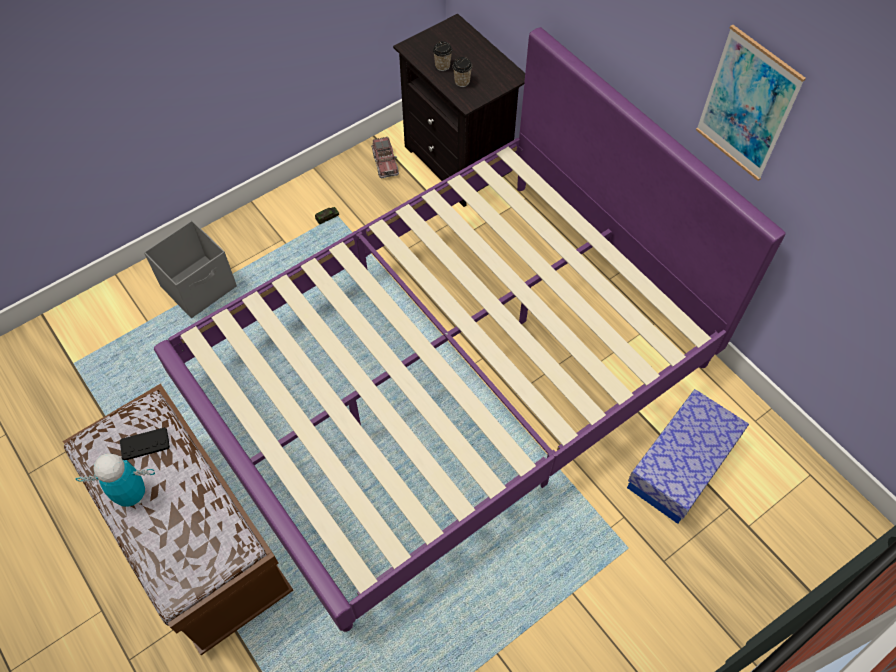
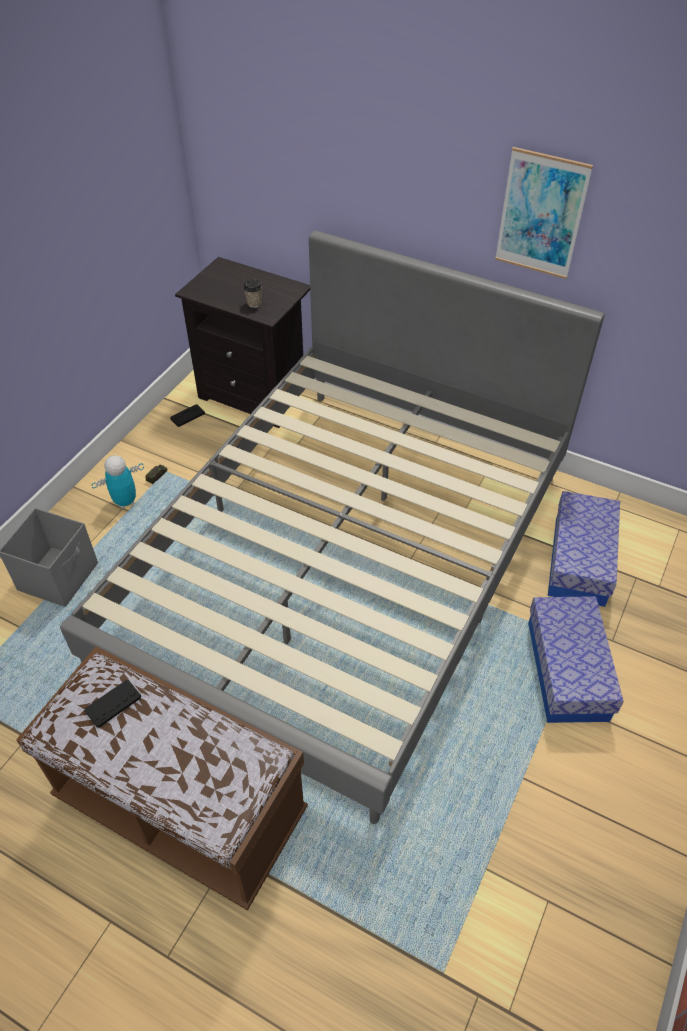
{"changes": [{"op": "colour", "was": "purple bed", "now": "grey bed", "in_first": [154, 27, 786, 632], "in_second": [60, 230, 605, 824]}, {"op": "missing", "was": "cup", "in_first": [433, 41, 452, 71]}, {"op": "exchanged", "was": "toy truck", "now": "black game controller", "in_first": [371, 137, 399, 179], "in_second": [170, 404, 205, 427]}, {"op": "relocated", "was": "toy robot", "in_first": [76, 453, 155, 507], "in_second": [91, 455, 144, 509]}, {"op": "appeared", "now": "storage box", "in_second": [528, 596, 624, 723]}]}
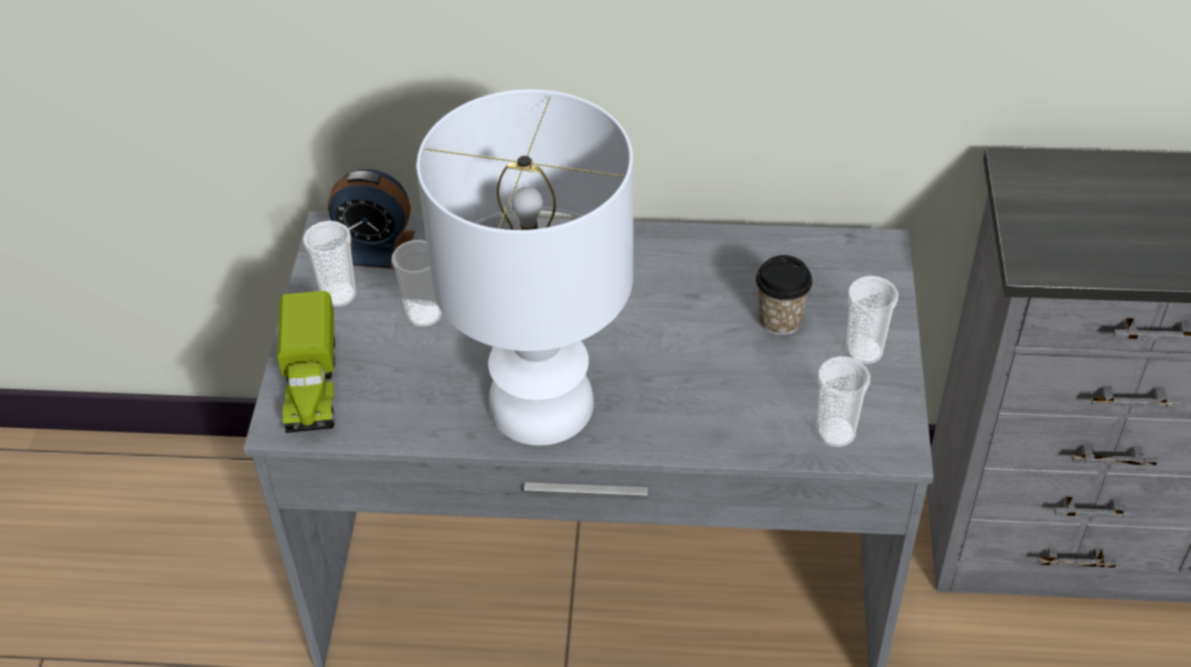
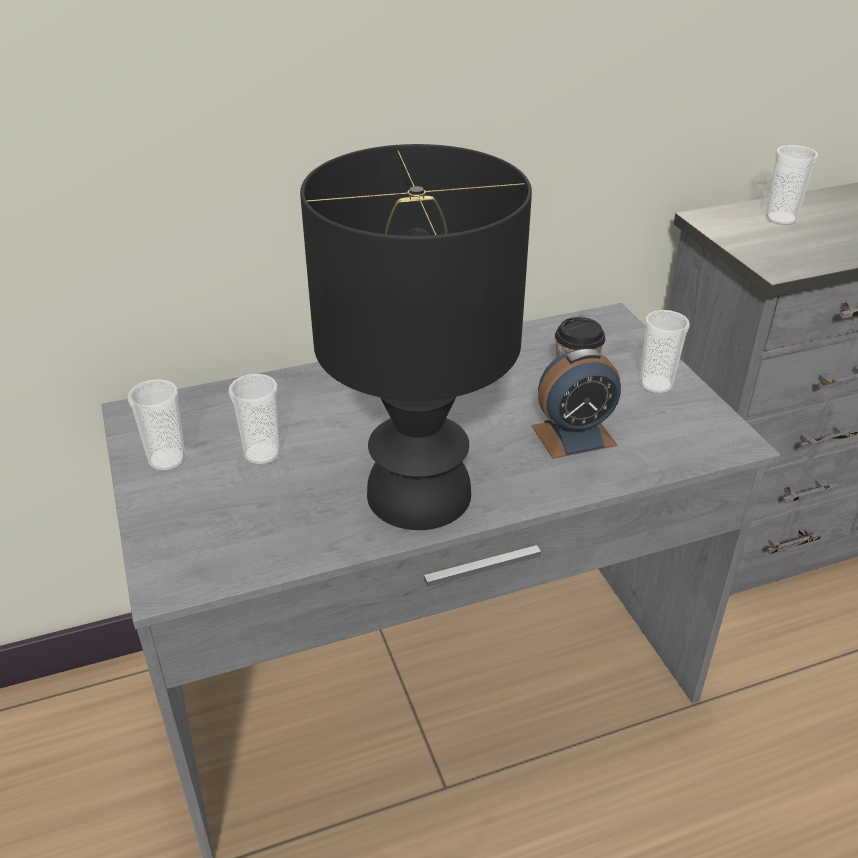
{"changes": [{"op": "colour", "was": "white table lamp", "now": "black table lamp", "in_first": [416, 89, 633, 446], "in_second": [300, 144, 532, 530]}, {"op": "relocated", "was": "alarm clock", "in_first": [328, 169, 415, 269], "in_second": [532, 349, 621, 459]}, {"op": "missing", "was": "toy truck", "in_first": [277, 291, 335, 433]}, {"op": "relocated", "was": "cup", "in_first": [817, 356, 870, 448], "in_second": [766, 145, 818, 225]}]}
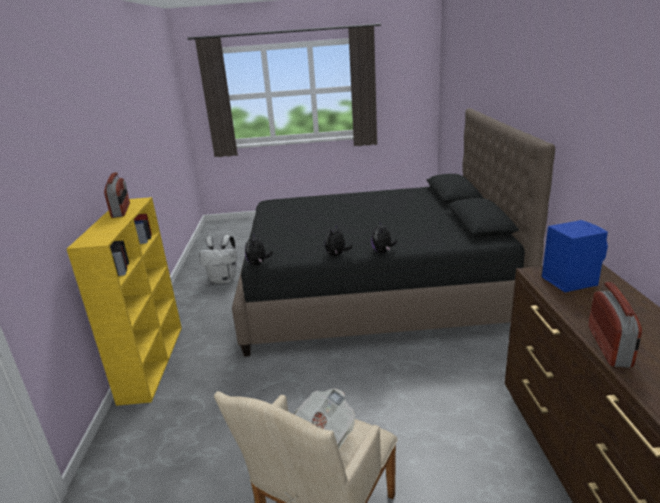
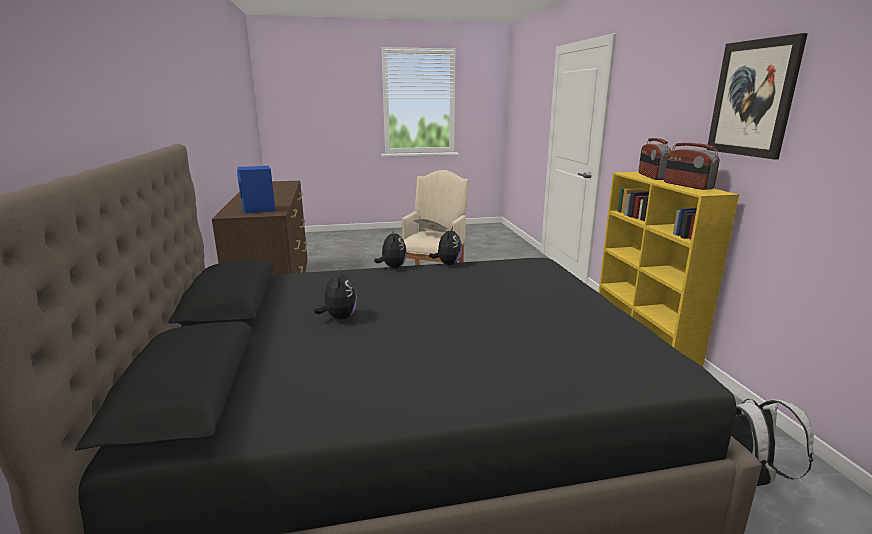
{"changes": [{"op": "relocated", "was": "plush toy", "in_first": [245, 233, 273, 265], "in_second": [314, 267, 357, 320]}, {"op": "relocated", "was": "radio", "in_first": [588, 282, 642, 368], "in_second": [638, 138, 672, 180]}, {"op": "appeared", "now": "picture", "in_second": [707, 33, 808, 159]}]}
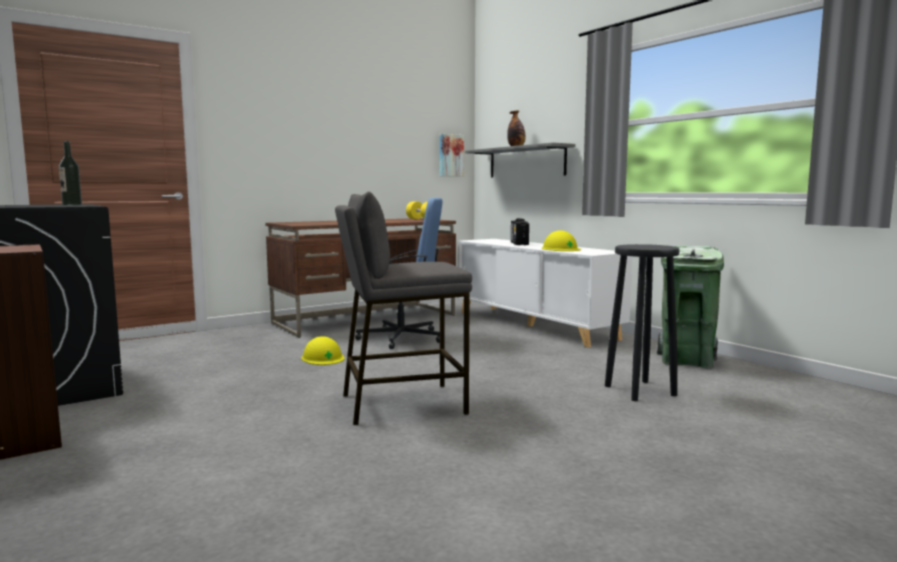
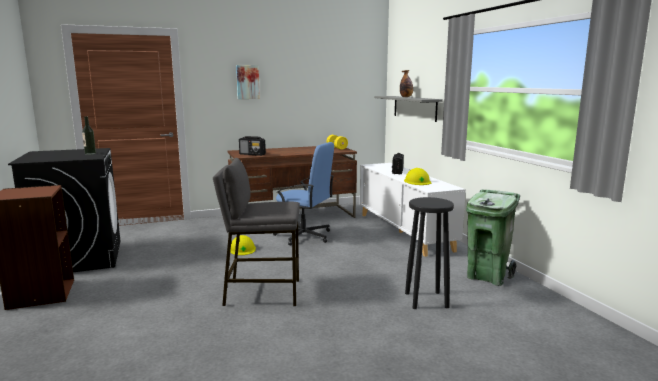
{"changes": [{"op": "relocated", "was": "picture", "in_first": [439, 134, 464, 177], "in_second": [236, 65, 260, 99]}, {"op": "appeared", "now": "radio", "in_second": [239, 136, 266, 156]}]}
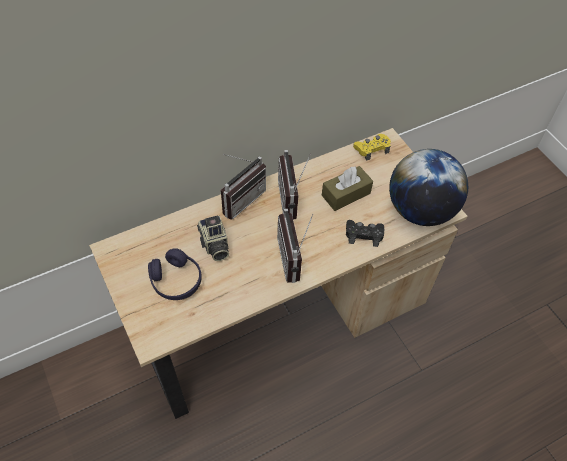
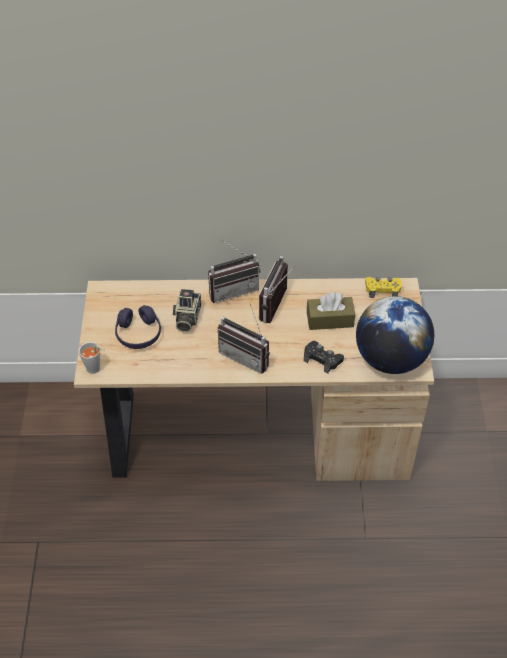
{"changes": [{"op": "spun", "was": "radio", "in_first": [277, 209, 313, 283], "in_second": [218, 303, 270, 374], "clockwise": -75}, {"op": "appeared", "now": "grey cup", "in_second": [79, 342, 105, 374]}]}
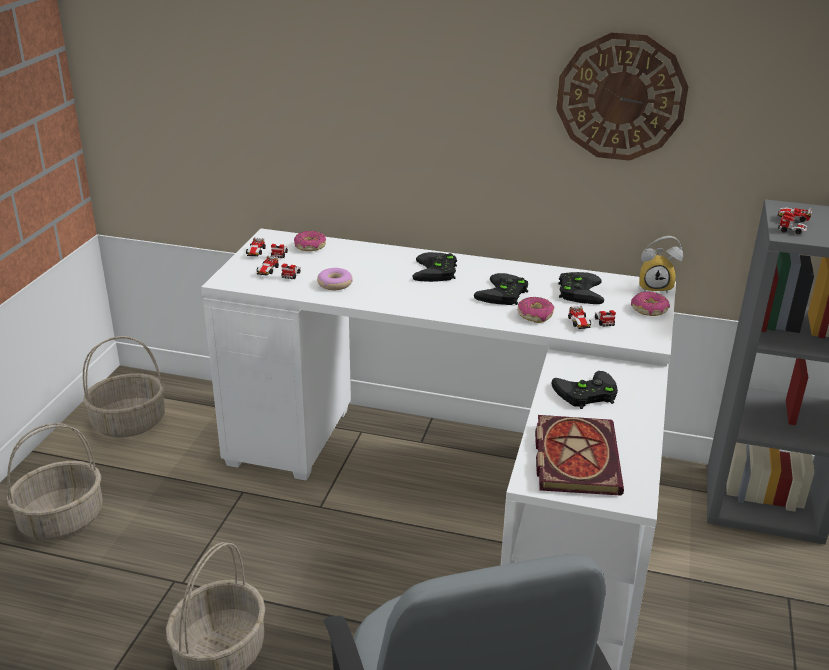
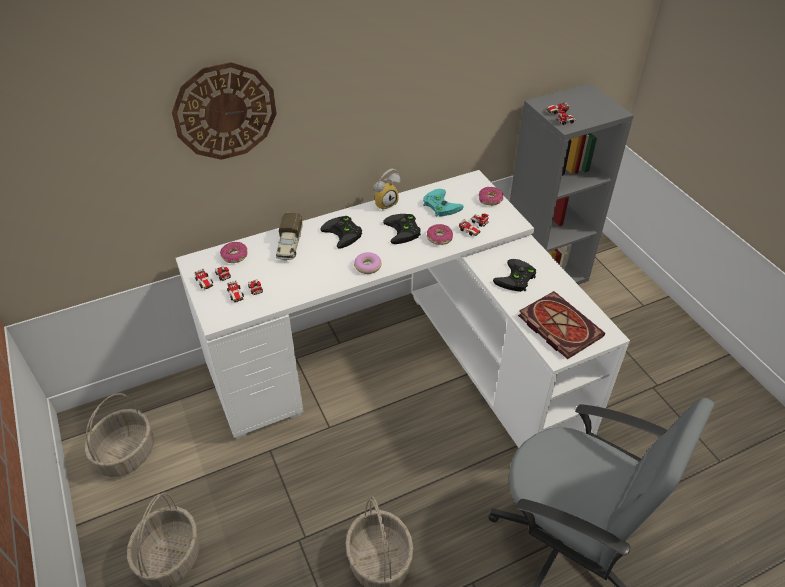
{"changes": [{"op": "relocated", "was": "wall clock", "in_first": [556, 32, 688, 161], "in_second": [172, 62, 277, 160]}, {"op": "relocated", "was": "alarm clock", "in_first": [639, 236, 683, 293], "in_second": [373, 168, 400, 210]}, {"op": "relocated", "was": "donut", "in_first": [317, 268, 352, 290], "in_second": [354, 252, 382, 274]}, {"op": "colour", "was": "black game controller", "now": "turquoise game controller", "in_first": [558, 272, 604, 304], "in_second": [423, 189, 464, 217]}, {"op": "appeared", "now": "toy truck", "in_second": [276, 213, 303, 260]}]}
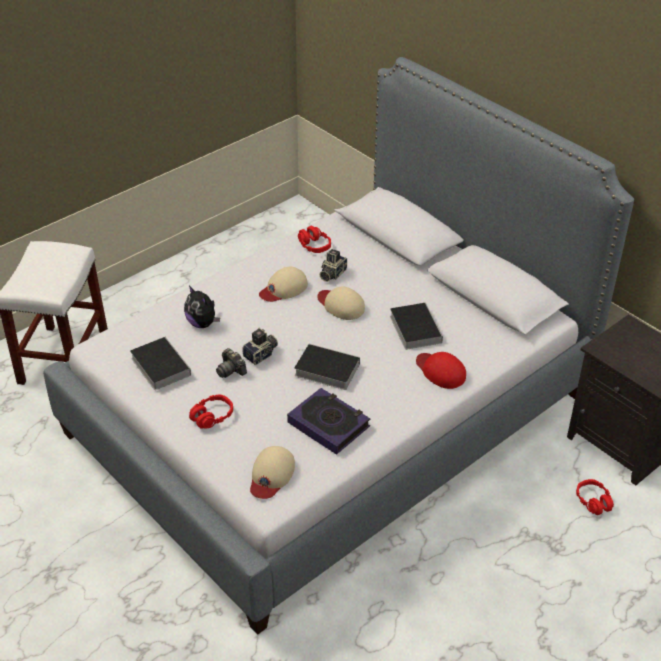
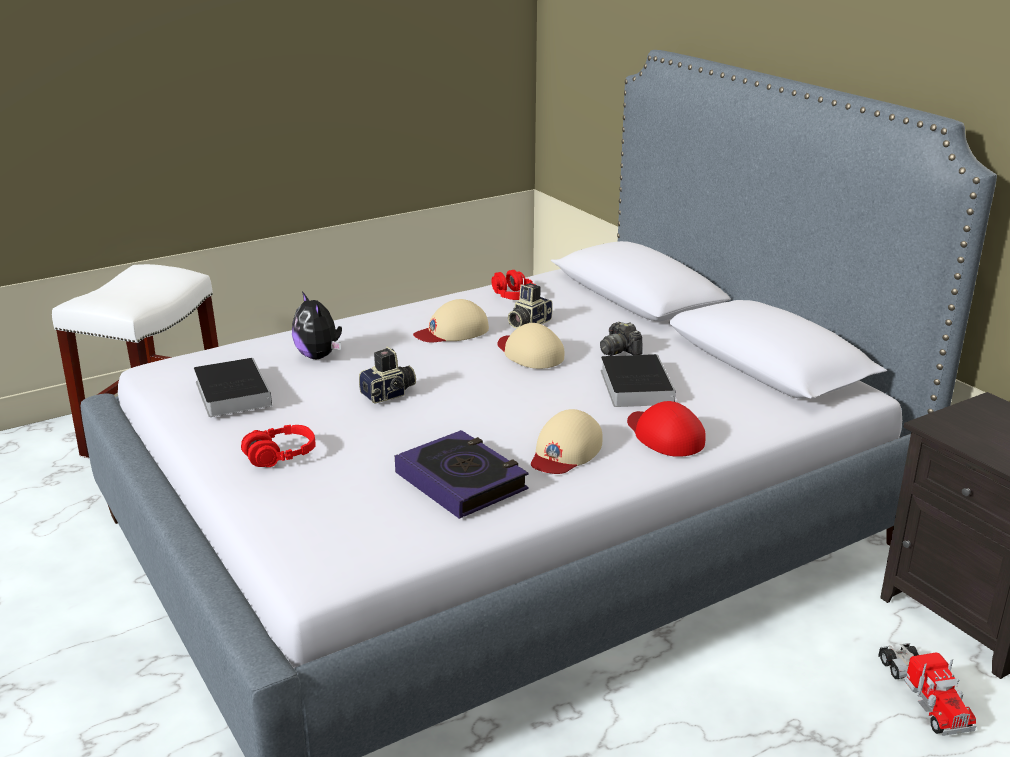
{"changes": [{"op": "missing", "was": "book", "in_first": [294, 344, 360, 390]}, {"op": "relocated", "was": "photo camera", "in_first": [216, 348, 247, 378], "in_second": [600, 322, 642, 356]}, {"op": "relocated", "was": "beige cap", "in_first": [250, 446, 295, 499], "in_second": [531, 409, 603, 474]}, {"op": "exchanged", "was": "red headphones", "now": "toy truck", "in_first": [576, 479, 614, 515], "in_second": [878, 643, 977, 736]}]}
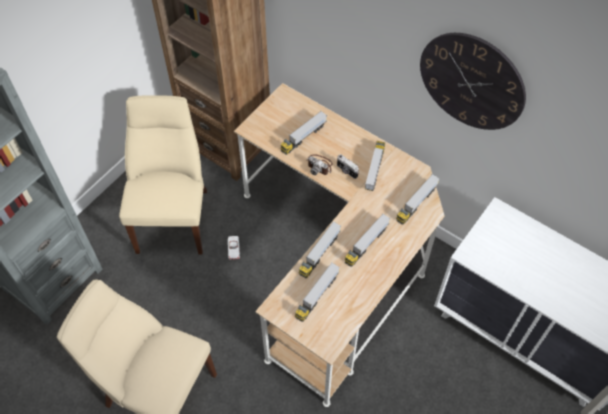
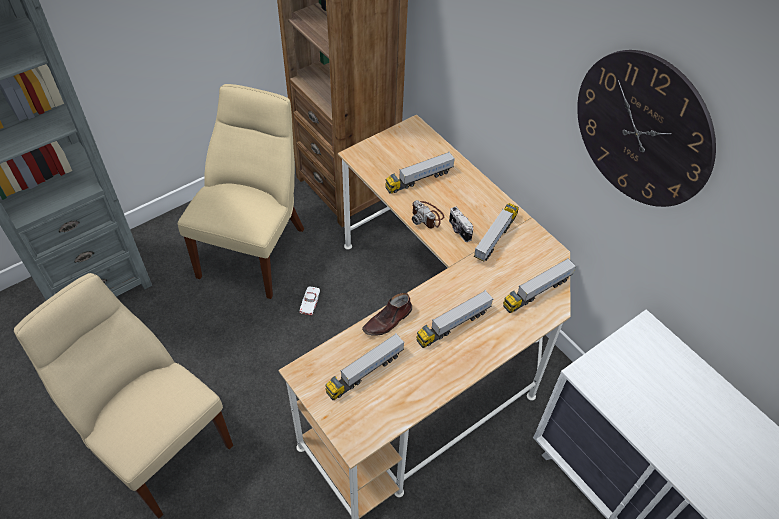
{"changes": [{"op": "exchanged", "was": "toy truck", "now": "brown shoe", "in_first": [299, 221, 341, 278], "in_second": [362, 293, 412, 336]}]}
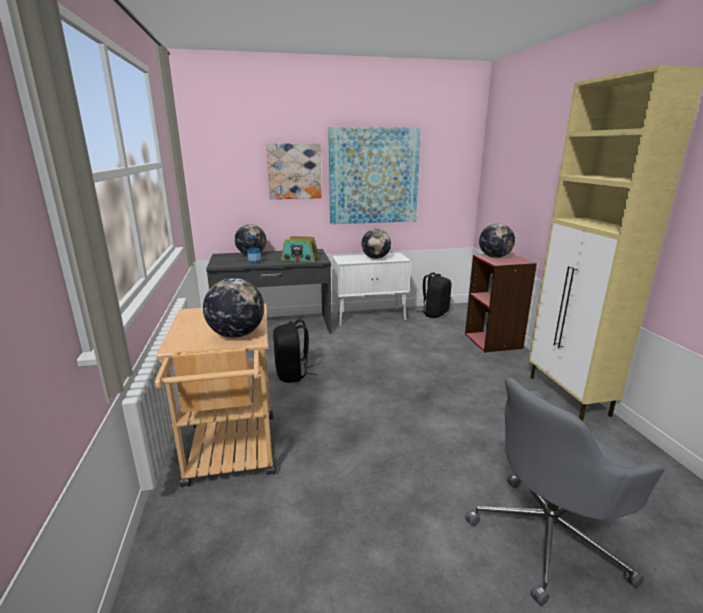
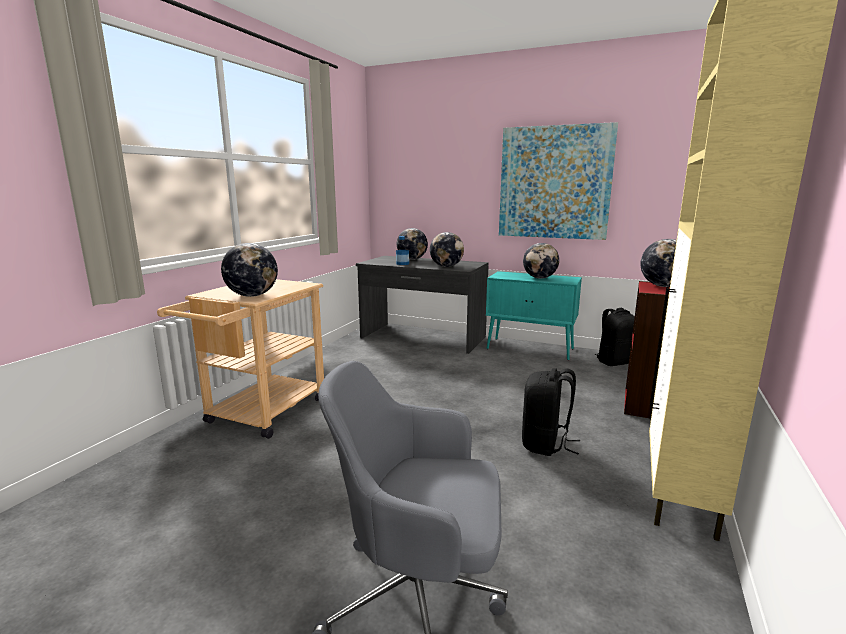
{"changes": [{"op": "missing", "was": "picture", "in_first": [266, 144, 322, 199]}, {"op": "exchanged", "was": "radio", "now": "globe", "in_first": [281, 236, 319, 262], "in_second": [430, 232, 464, 267]}, {"op": "colour", "was": "white cabinet", "now": "turquoise cabinet", "in_first": [332, 253, 411, 326], "in_second": [486, 271, 582, 360]}, {"op": "relocated", "was": "black backpack", "in_first": [273, 319, 316, 383], "in_second": [522, 368, 580, 456]}]}
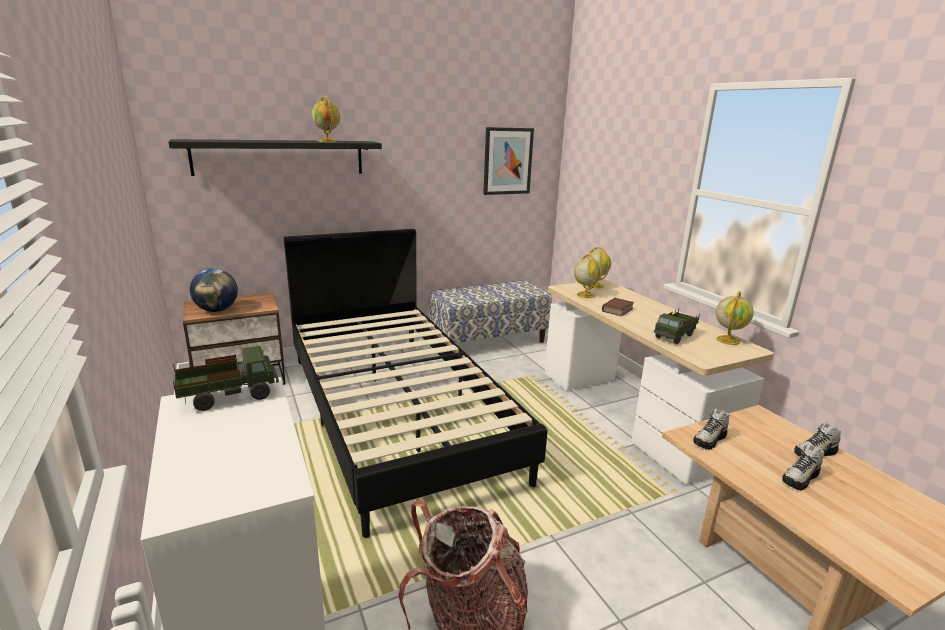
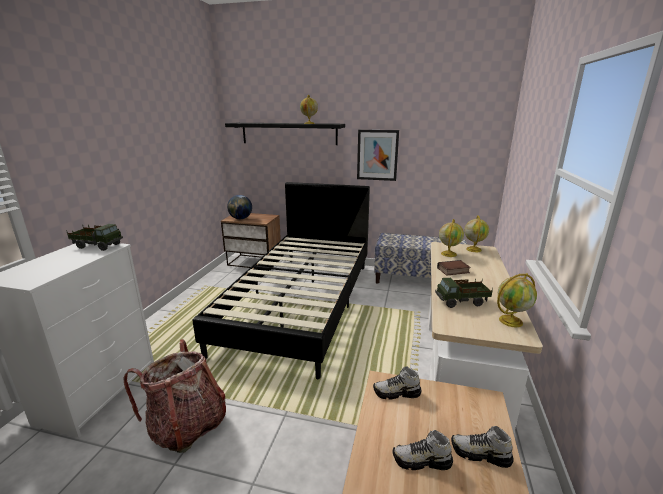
{"changes": [{"op": "relocated", "was": "picture", "in_first": [483, 127, 534, 195], "in_second": [357, 130, 399, 181]}]}
